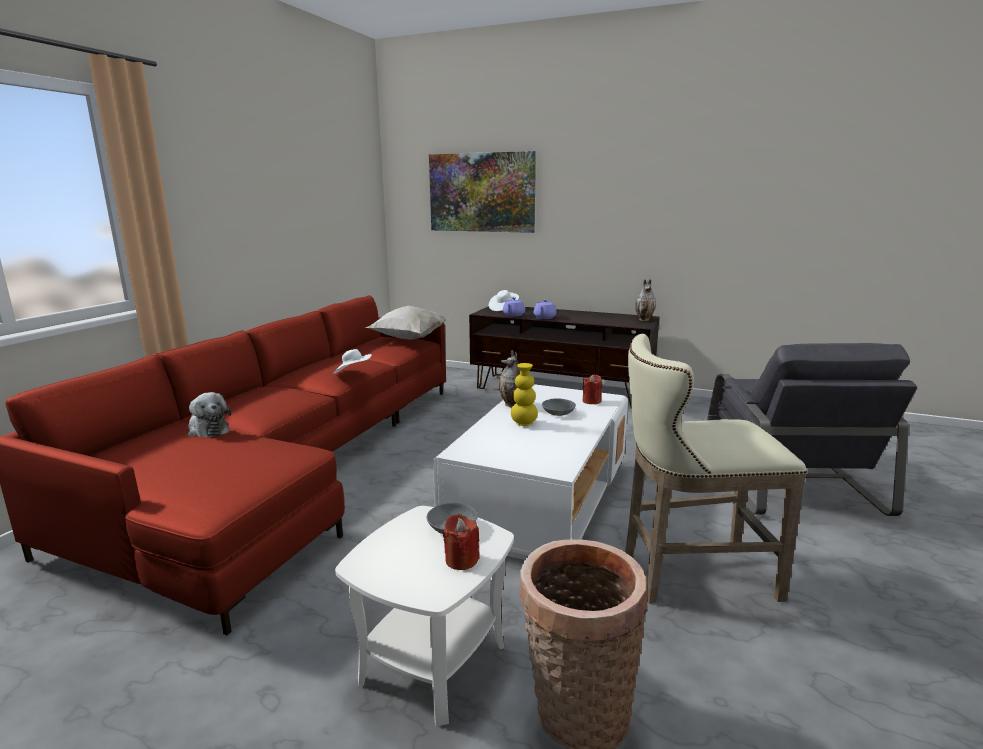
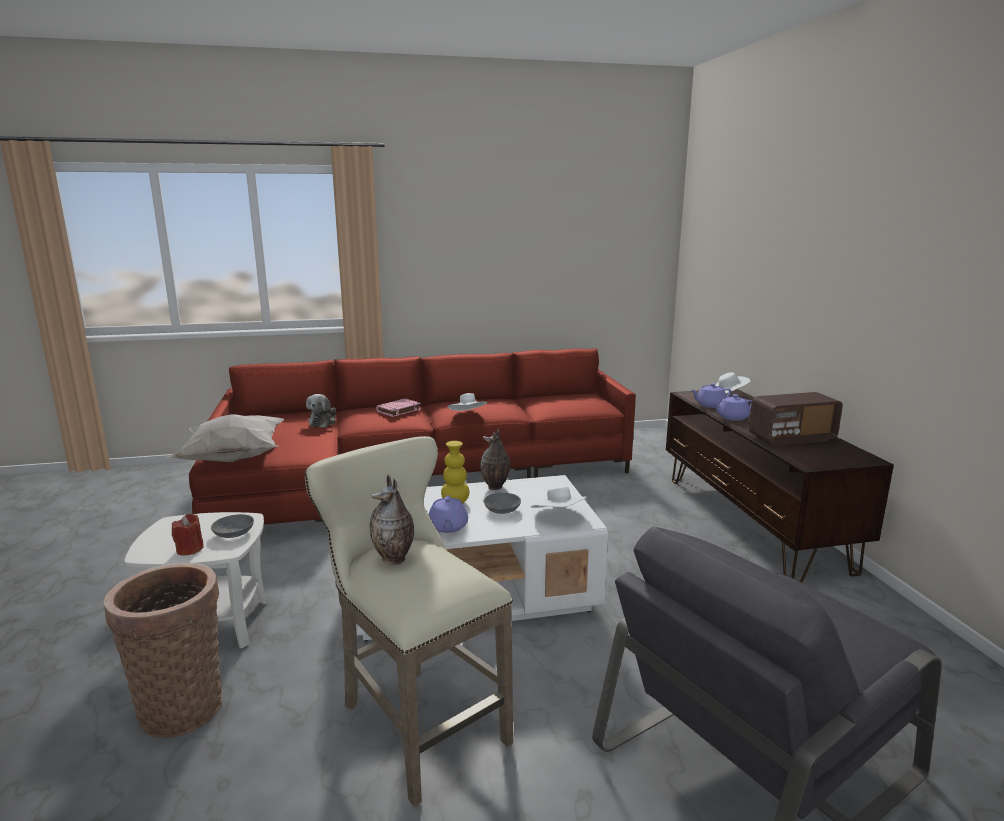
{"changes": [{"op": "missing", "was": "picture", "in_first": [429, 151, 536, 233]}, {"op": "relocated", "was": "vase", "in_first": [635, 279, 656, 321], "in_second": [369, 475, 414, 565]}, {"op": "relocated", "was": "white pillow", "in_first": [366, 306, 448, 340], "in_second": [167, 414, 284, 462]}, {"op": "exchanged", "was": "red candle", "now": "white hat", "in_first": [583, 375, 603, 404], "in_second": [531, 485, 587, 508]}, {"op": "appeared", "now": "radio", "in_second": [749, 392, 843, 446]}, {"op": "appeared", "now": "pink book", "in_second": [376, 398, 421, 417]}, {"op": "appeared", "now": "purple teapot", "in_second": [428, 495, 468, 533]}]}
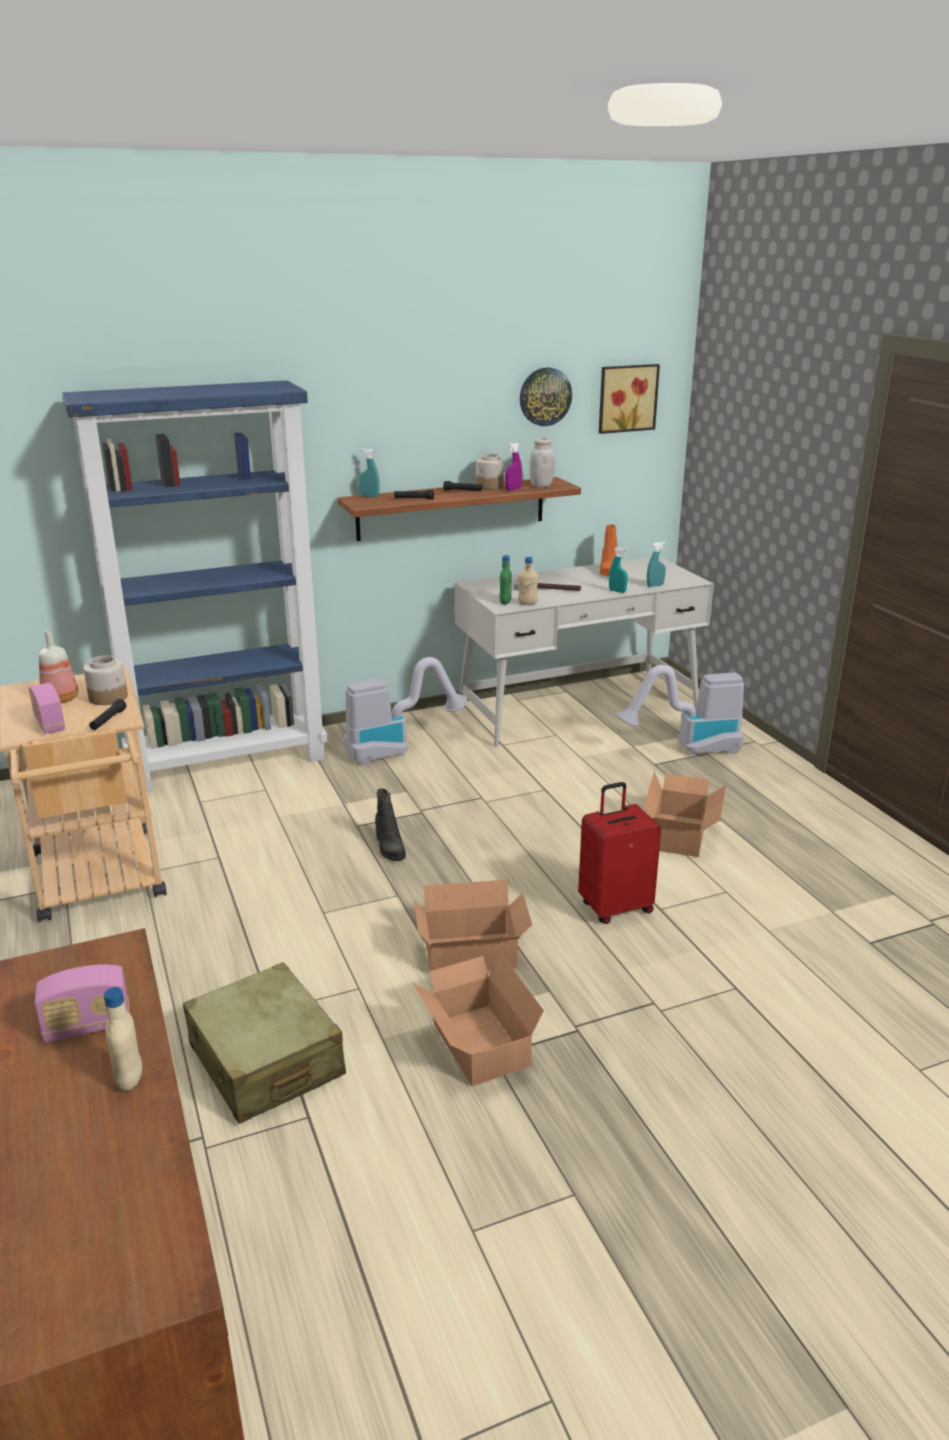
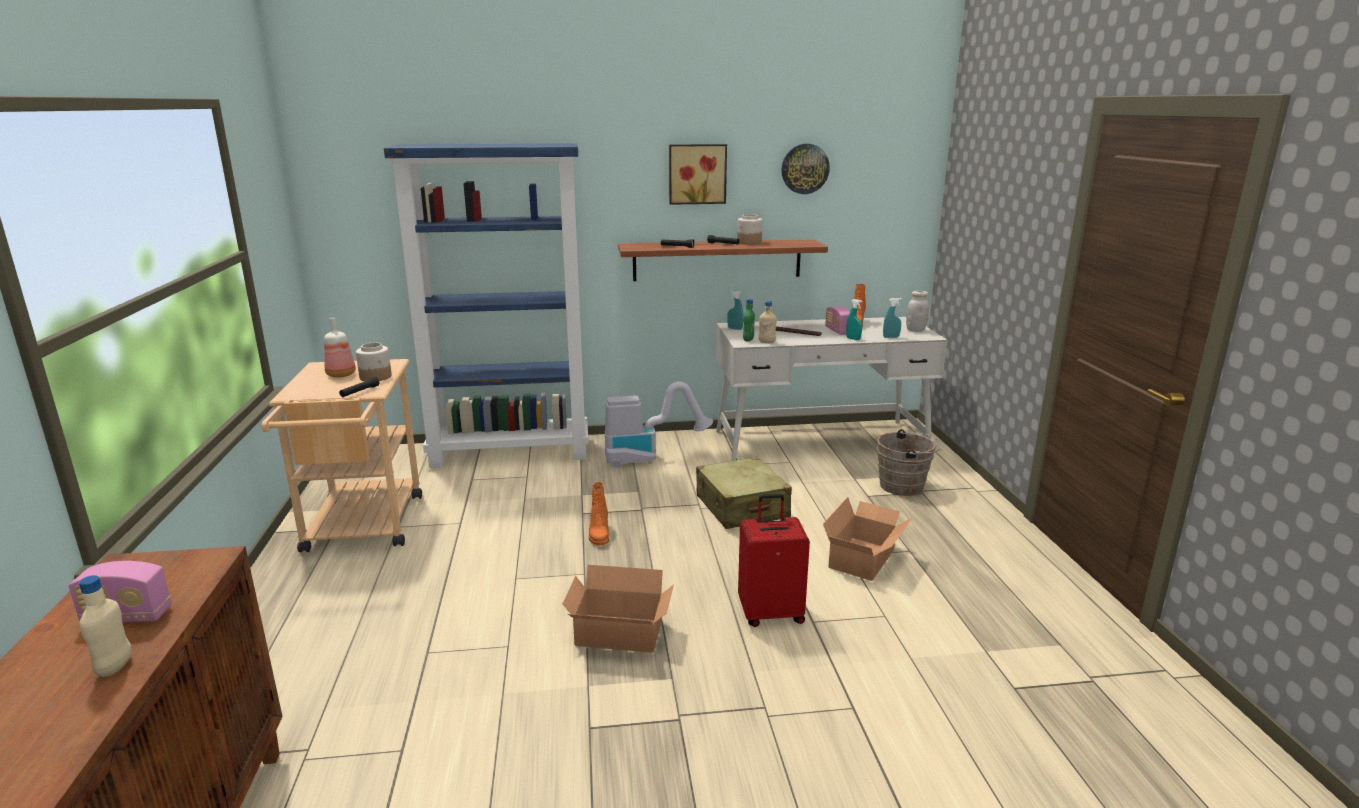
{"changes": [{"op": "relocated", "was": "picture", "in_first": [599, 364, 660, 434], "in_second": [669, 144, 727, 205]}, {"op": "relocated", "was": "white jar", "in_first": [530, 438, 555, 487], "in_second": [906, 291, 929, 332]}, {"op": "missing", "was": "purple spray bottle", "in_first": [505, 443, 522, 491]}, {"op": "relocated", "was": "turquoise spray bottle", "in_first": [359, 448, 379, 497], "in_second": [727, 290, 744, 330]}, {"op": "exchanged", "was": "vacuum cleaner", "now": "brown bucket", "in_first": [617, 665, 744, 756], "in_second": [877, 429, 943, 496]}, {"op": "relocated", "was": "radio", "in_first": [29, 683, 65, 734], "in_second": [825, 306, 850, 335]}, {"op": "colour", "was": "black boot", "now": "orange boot", "in_first": [375, 788, 406, 861], "in_second": [589, 482, 609, 546]}, {"op": "missing", "was": "cardboard box", "in_first": [413, 953, 544, 1086]}, {"op": "relocated", "was": "beige suitcase", "in_first": [183, 962, 346, 1124], "in_second": [696, 457, 792, 529]}]}
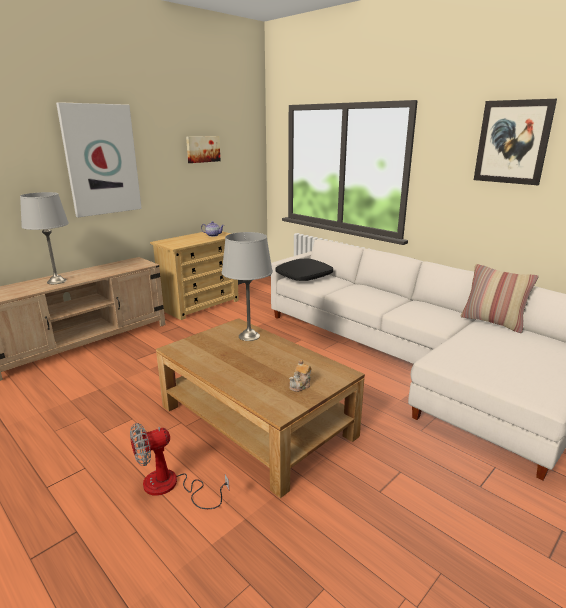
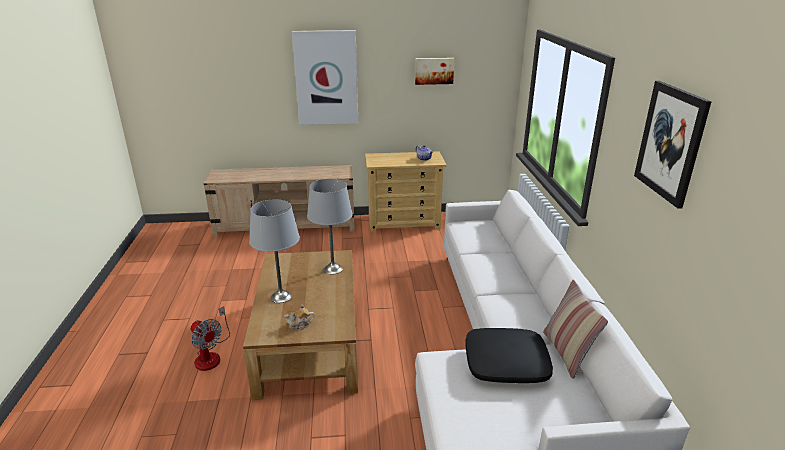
{"changes": [{"op": "relocated", "was": "grey table lamp", "in_first": [20, 192, 69, 284], "in_second": [249, 199, 300, 303]}, {"op": "relocated", "was": "black pillow", "in_first": [275, 259, 333, 281], "in_second": [465, 328, 553, 383]}, {"op": "spun", "was": "fan", "in_first": [130, 423, 229, 509], "in_second": [191, 306, 230, 371], "clockwise": -150}]}
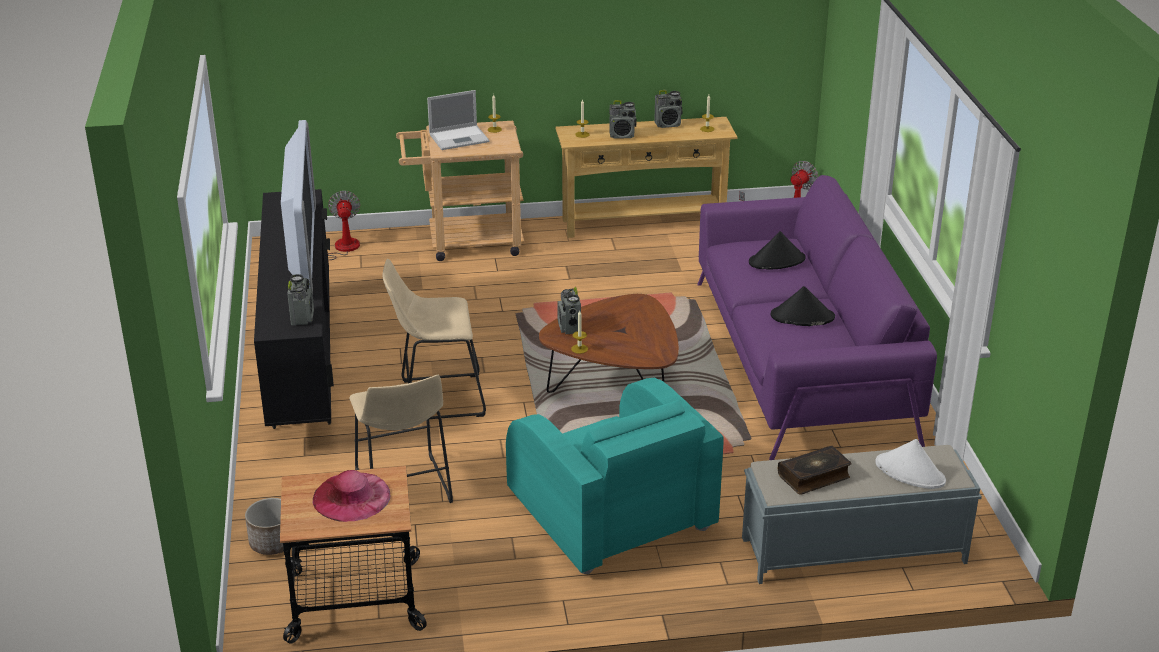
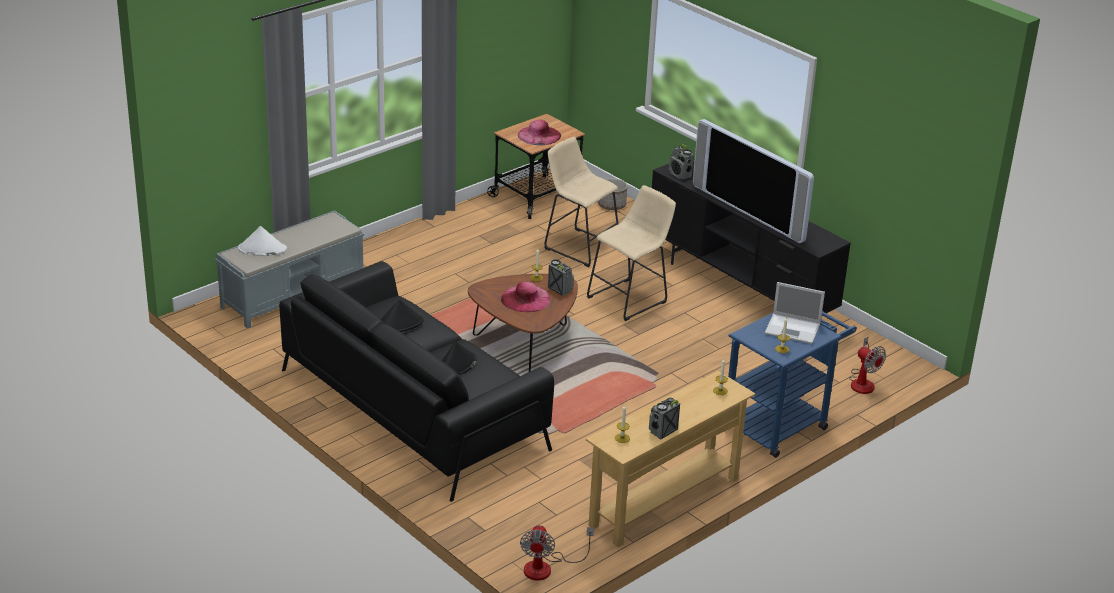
{"changes": [{"op": "spun", "was": "laptop", "in_first": [427, 90, 490, 150], "in_second": [764, 282, 825, 344], "clockwise": -105}, {"op": "missing", "was": "radio", "in_first": [609, 100, 636, 138]}, {"op": "colour", "was": "beige cart", "now": "blue cart", "in_first": [396, 121, 524, 261], "in_second": [728, 311, 857, 458]}, {"op": "colour", "was": "purple sofa", "now": "black sofa", "in_first": [697, 175, 937, 460], "in_second": [279, 261, 554, 502]}, {"op": "missing", "was": "turquoise armchair", "in_first": [506, 378, 723, 574]}, {"op": "missing", "was": "book", "in_first": [778, 446, 852, 495]}, {"op": "appeared", "now": "pink hat", "in_second": [501, 282, 550, 312]}]}
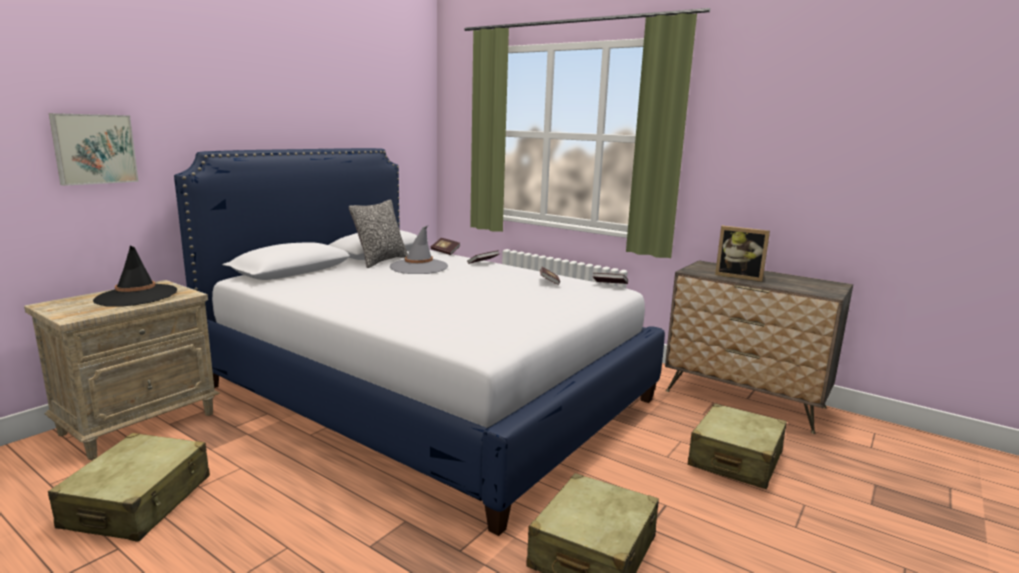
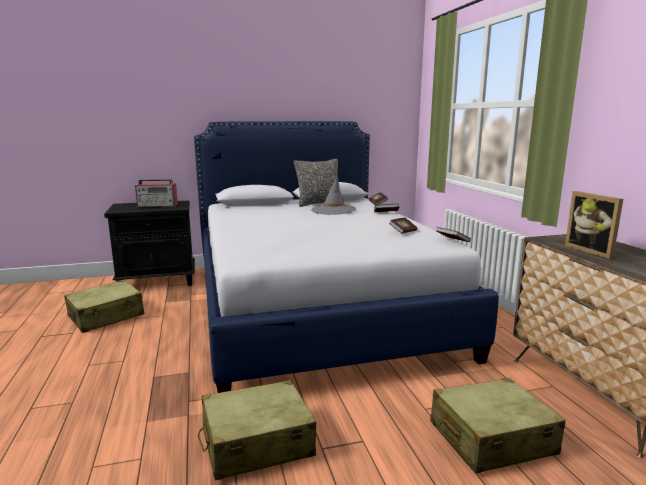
{"changes": [{"op": "missing", "was": "picture", "in_first": [49, 113, 139, 186]}, {"op": "exchanged", "was": "black hat", "now": "radio", "in_first": [93, 246, 177, 307], "in_second": [135, 179, 178, 207]}, {"op": "colour", "was": "beige nightstand", "now": "black nightstand", "in_first": [24, 280, 220, 460], "in_second": [104, 201, 195, 286]}]}
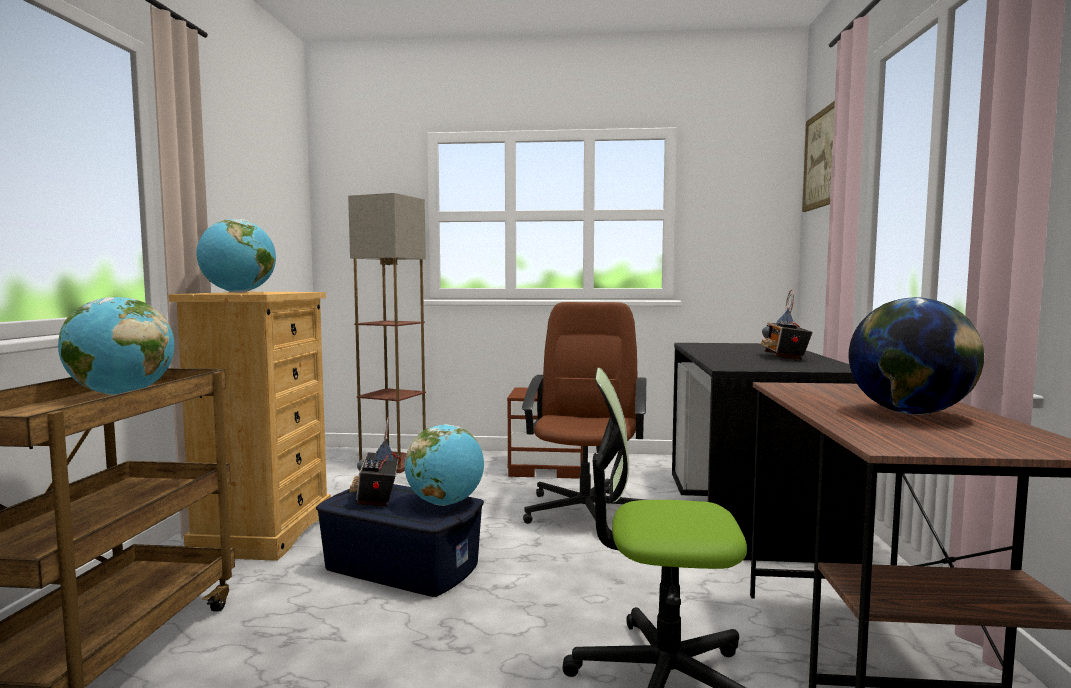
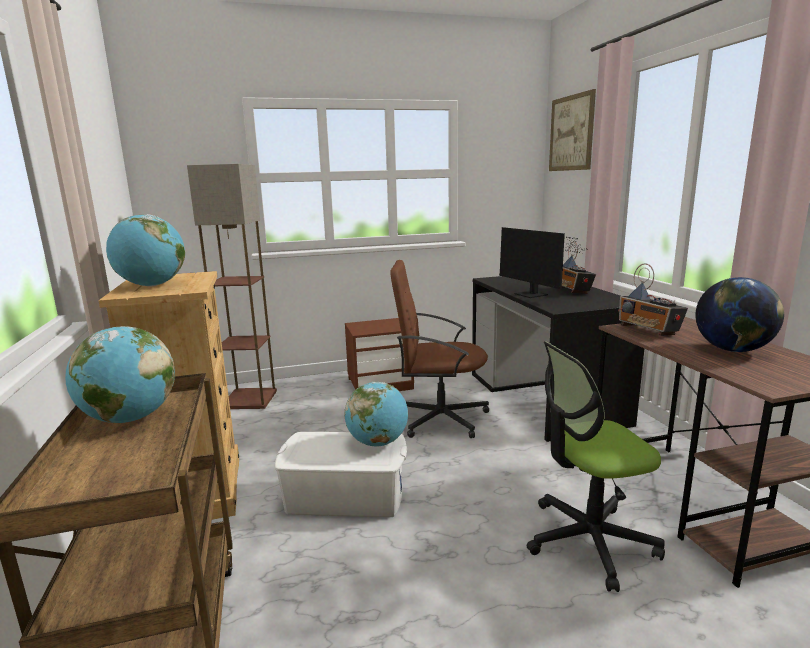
{"changes": [{"op": "spun", "was": "brown office chair", "in_first": [522, 302, 646, 538], "in_second": [390, 260, 489, 438], "clockwise": -75}, {"op": "relocated", "was": "radio", "in_first": [350, 417, 401, 507], "in_second": [618, 263, 688, 336]}, {"op": "colour", "was": "blue storage box", "now": "white storage box", "in_first": [316, 484, 484, 597], "in_second": [275, 432, 407, 517]}, {"op": "appeared", "now": "monitor", "in_second": [499, 227, 583, 298]}]}
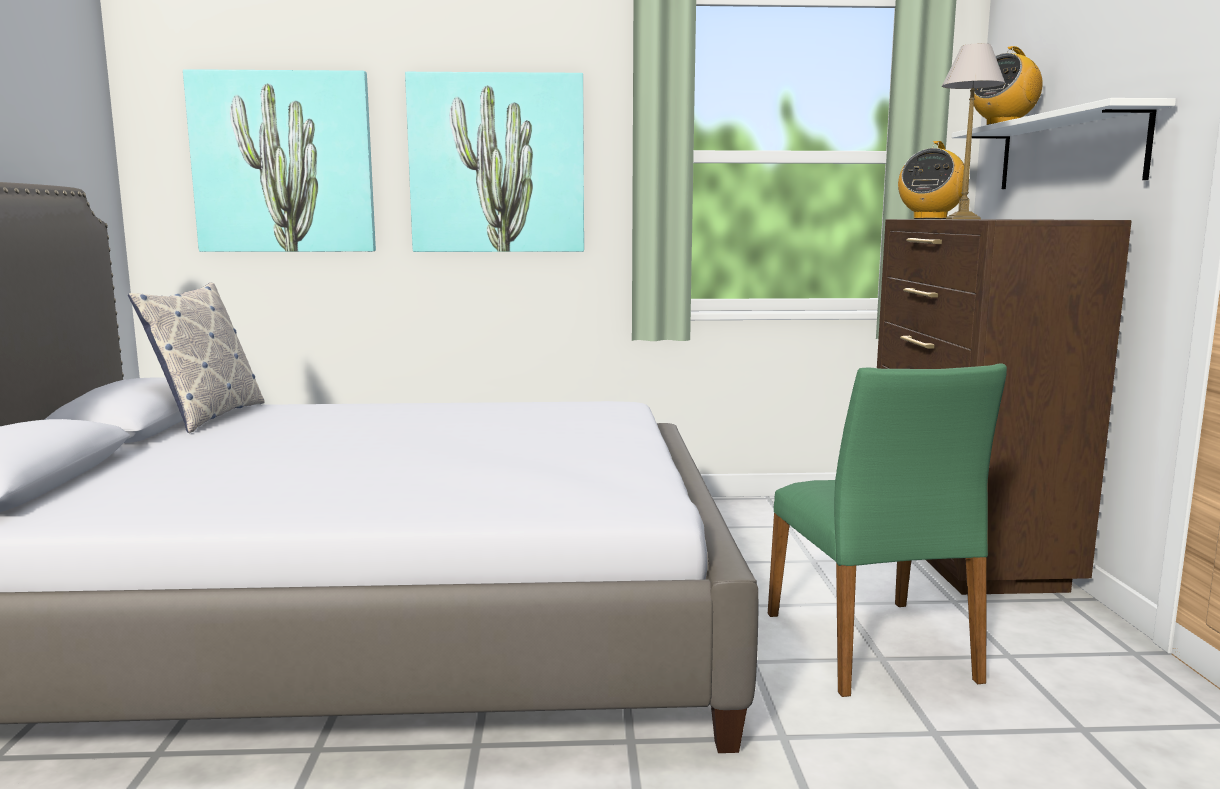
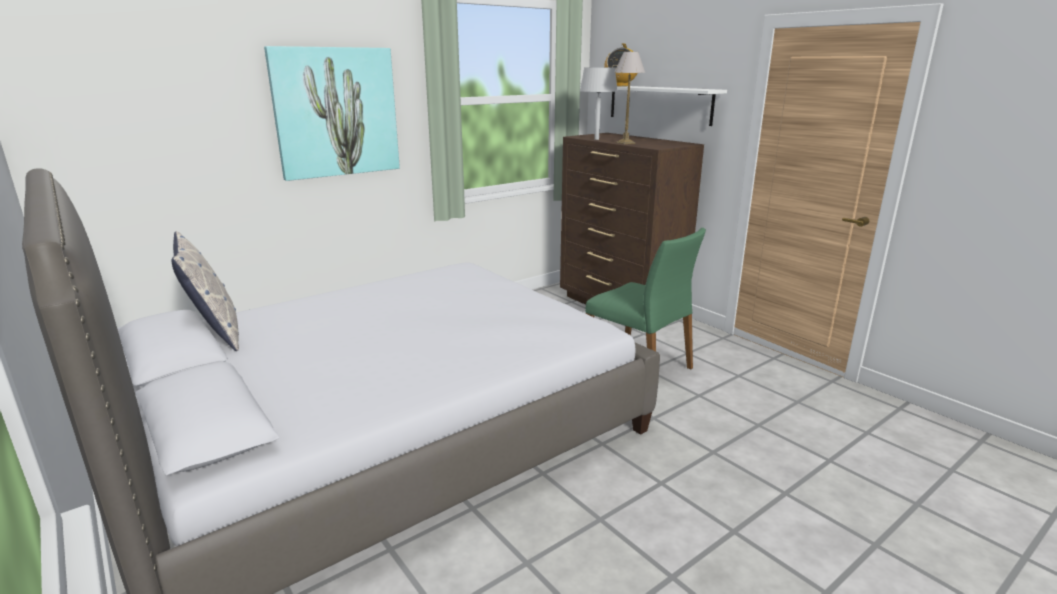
{"changes": [{"op": "missing", "was": "picture", "in_first": [183, 69, 376, 252]}, {"op": "exchanged", "was": "radio", "now": "grey table lamp", "in_first": [898, 141, 964, 219], "in_second": [580, 67, 618, 140]}]}
